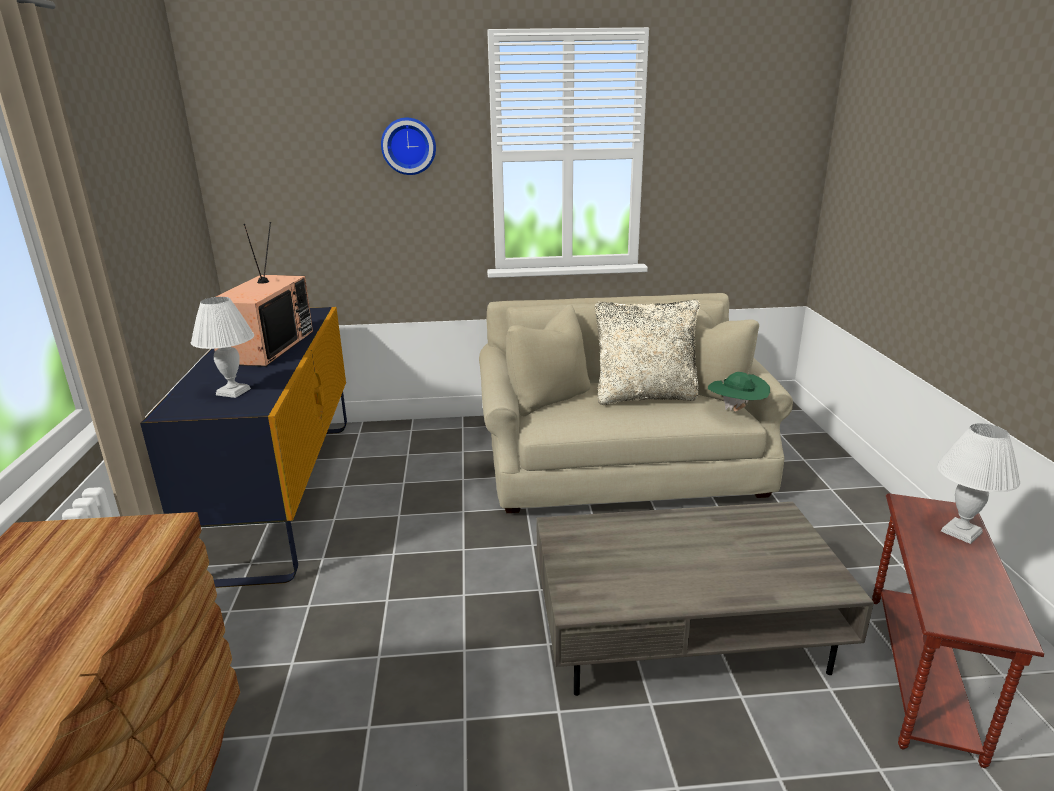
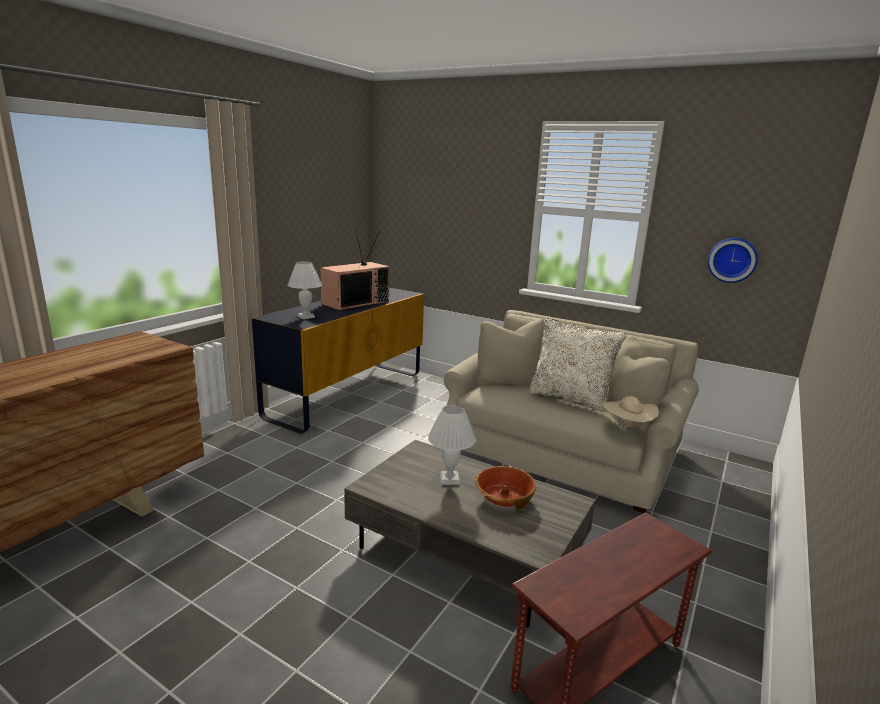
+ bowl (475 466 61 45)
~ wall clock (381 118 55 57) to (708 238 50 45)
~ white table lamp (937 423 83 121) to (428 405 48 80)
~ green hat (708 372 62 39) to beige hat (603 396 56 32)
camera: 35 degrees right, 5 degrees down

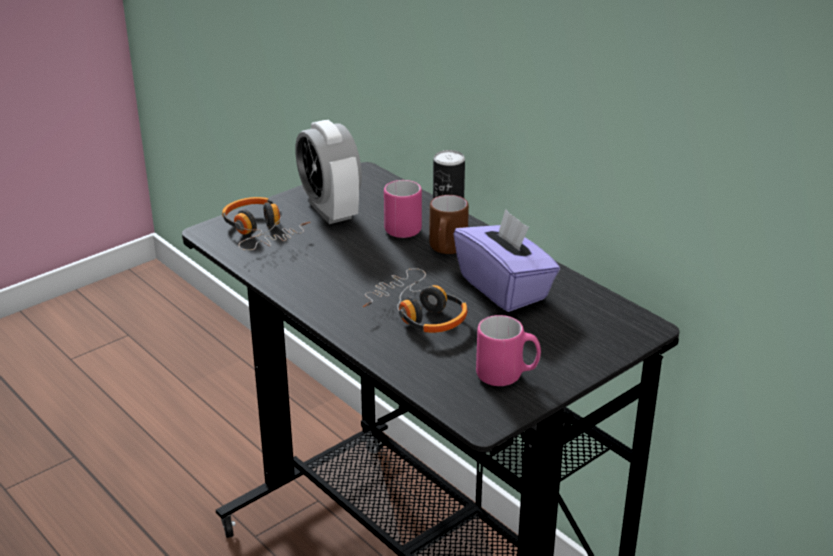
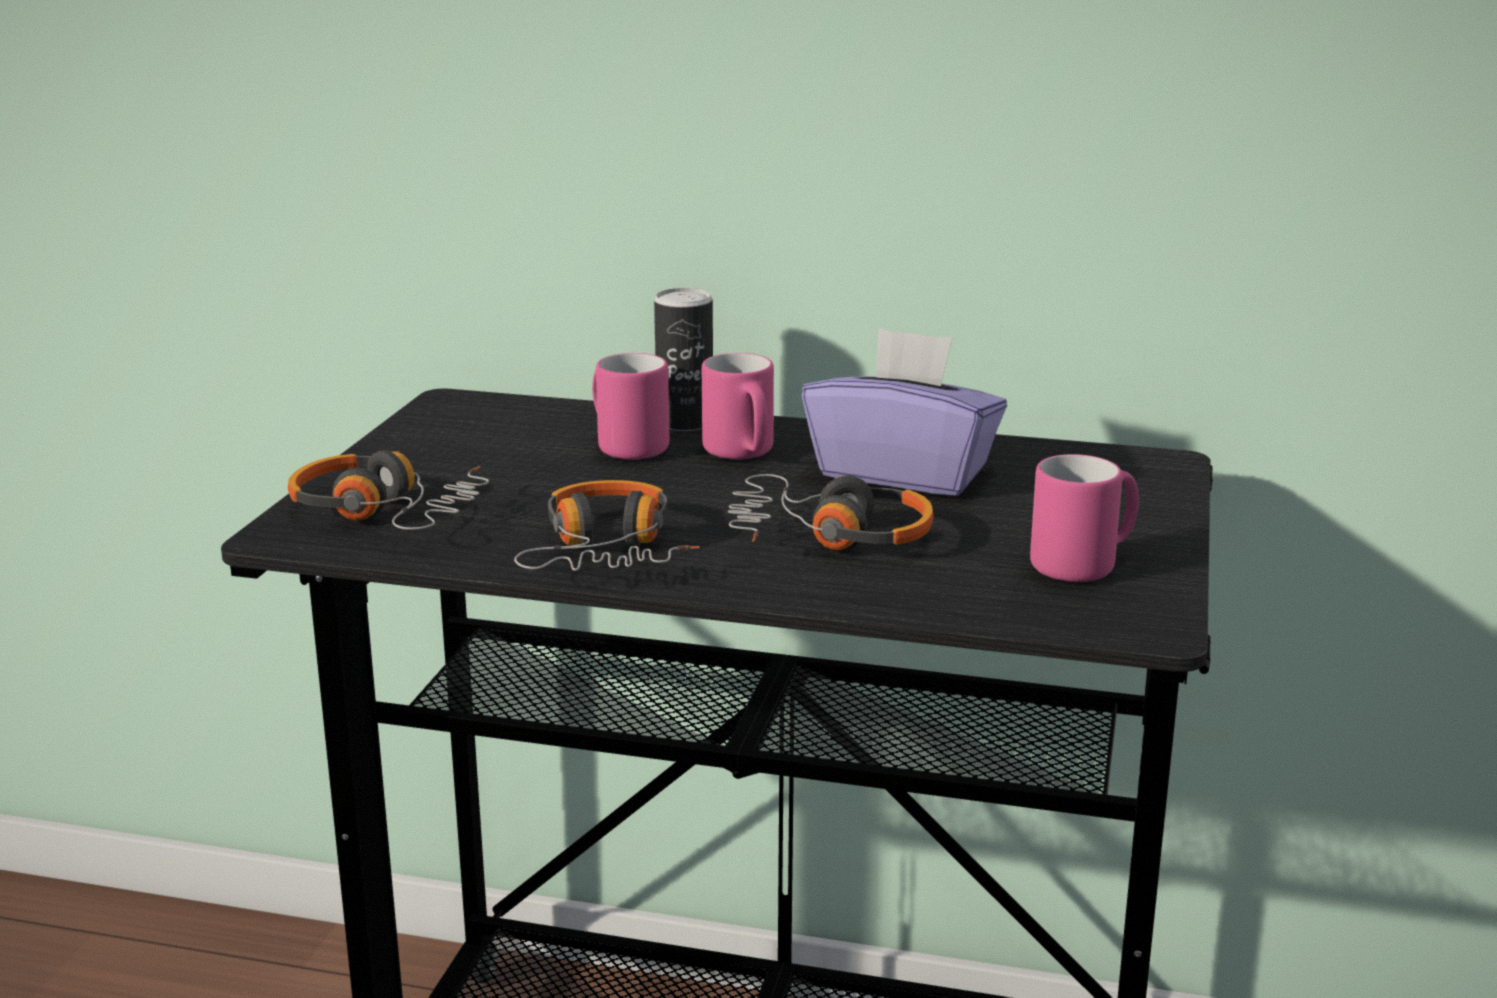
- alarm clock (295 120 67 104)
+ headphones (514 480 186 91)
~ brown mug (429 195 40 59) to pink mug (702 353 72 106)
camera: 35 degrees left, 10 degrees down

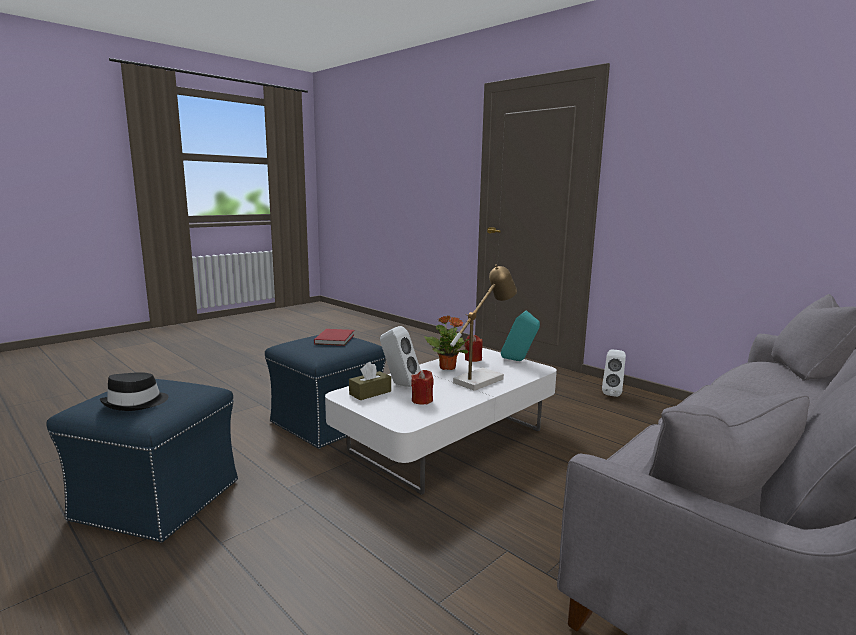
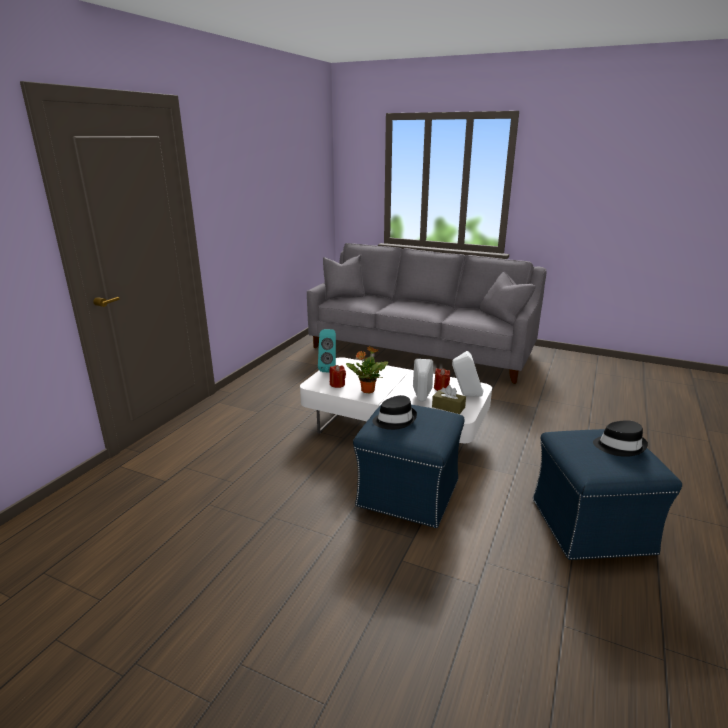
- table lamp (450 265 67 126)
~ white speaker (602 350 24 47) to (452 351 32 46)
~ red book (314 329 41 17) to black hat (372 395 45 35)
camera: 110 degrees left, 10 degrees up

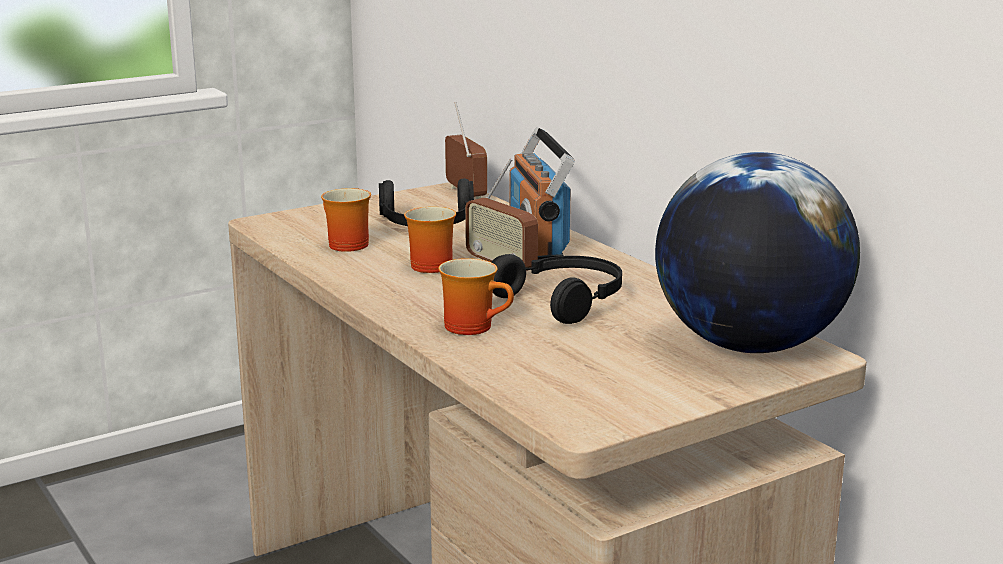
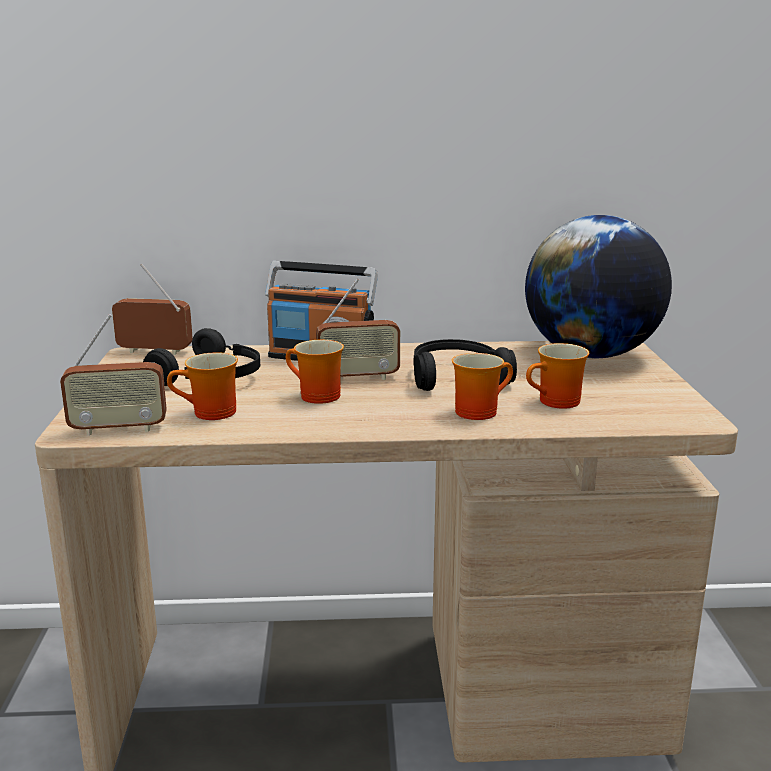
+ radio (60 314 107 122)
+ mug (526 343 63 66)
camera: 60 degrees left, 0 degrees up

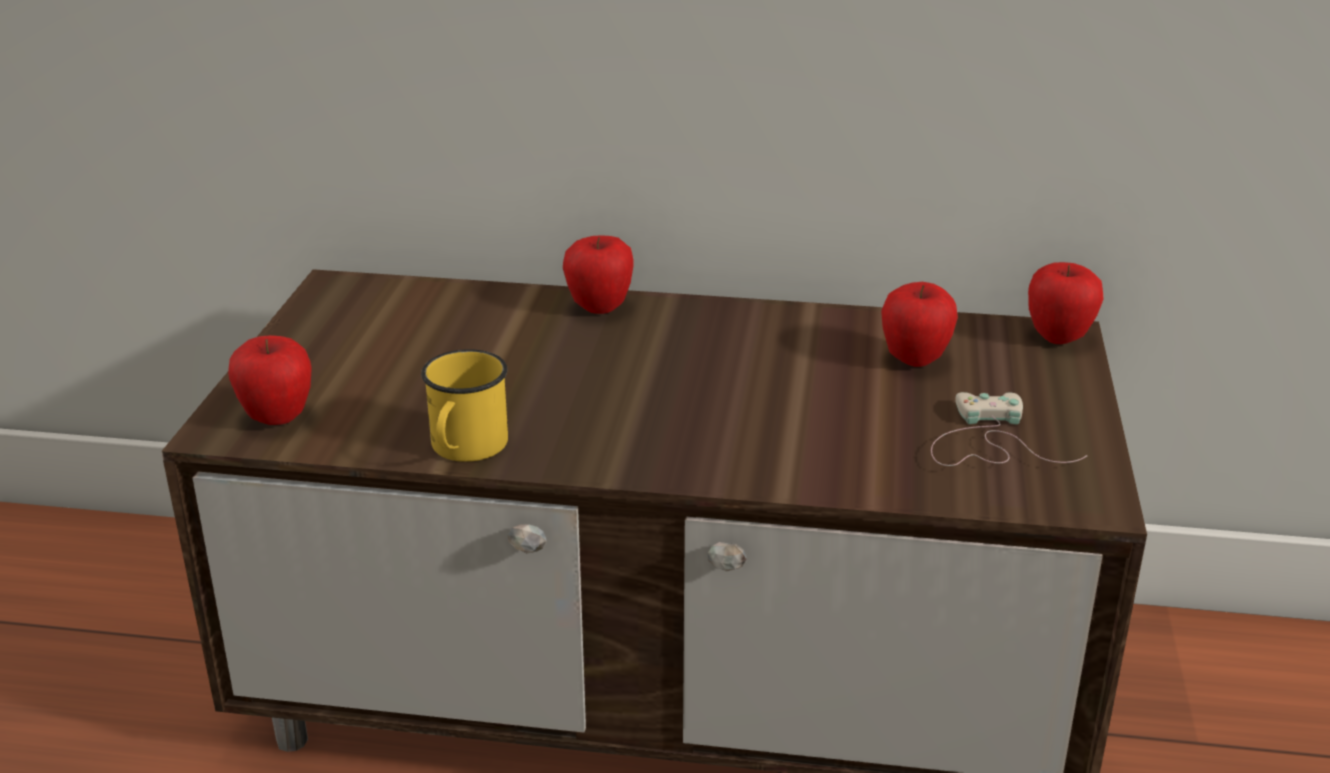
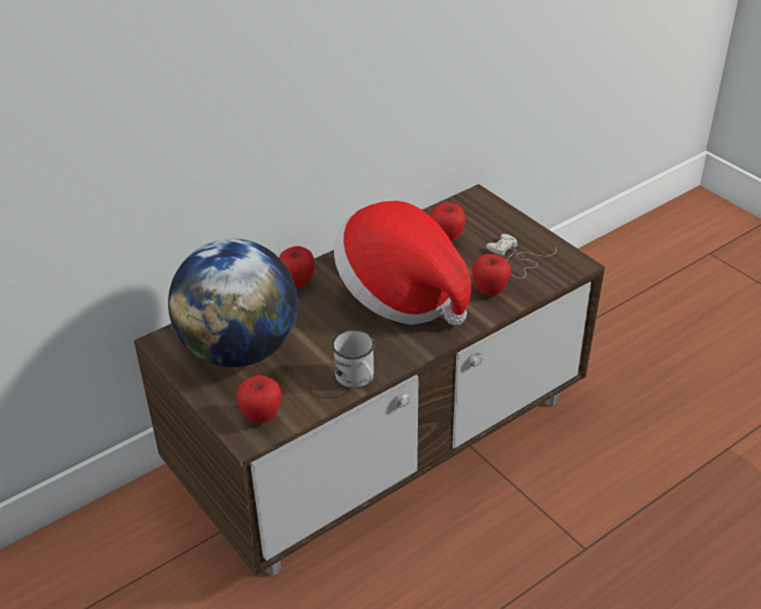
+ globe (168 239 130 128)
+ hat (334 201 137 124)
~ apple (1028 262 76 82) to (471 254 40 42)
~ yellow mug (421 349 87 113) to white mug (332 330 43 58)
camera: 45 degrees left, 10 degrees up

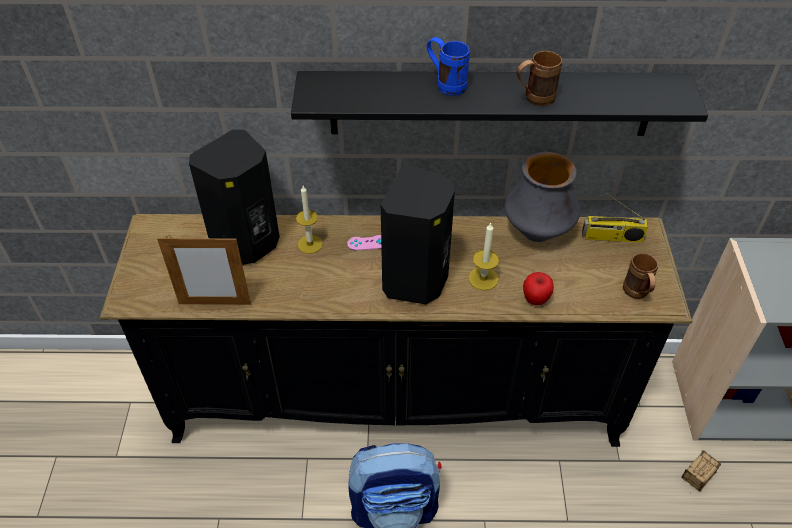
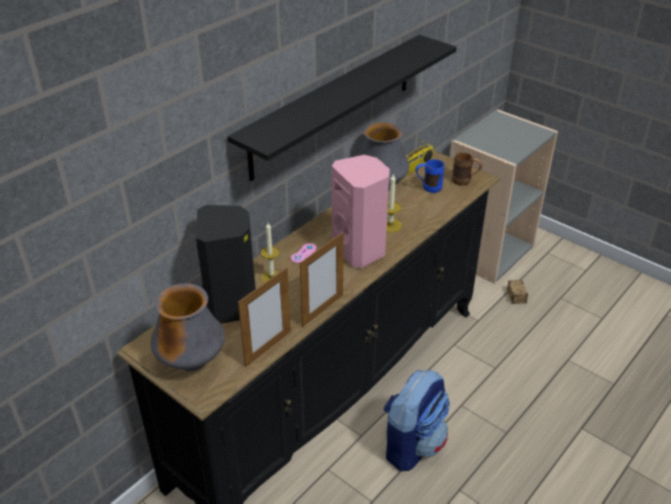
- brown mug (517 51 45 55)
- apple (523 272 31 33)
+ vase (150 283 75 88)
+ picture frame (300 232 44 95)
~ blue mug (427 37 43 59) to (416 159 29 34)
~ black speaker (381 165 74 139) to pink speaker (332 155 58 113)
camera: 50 degrees left, 10 degrees down

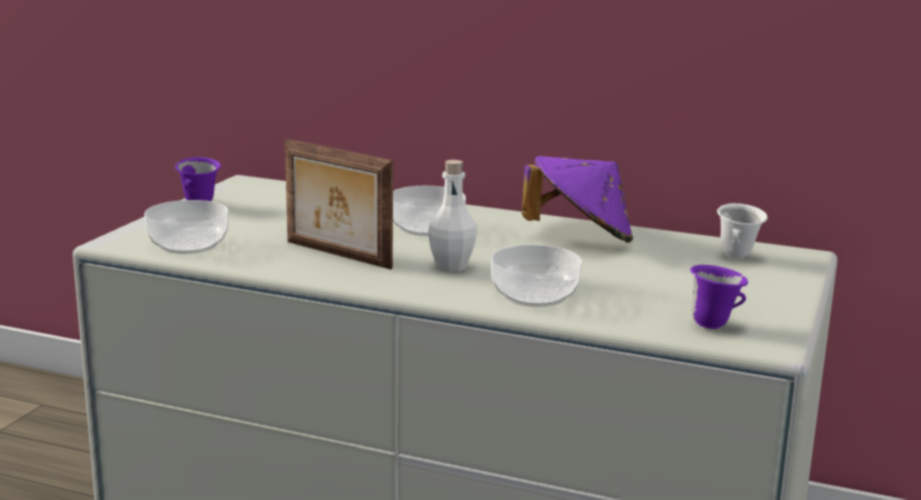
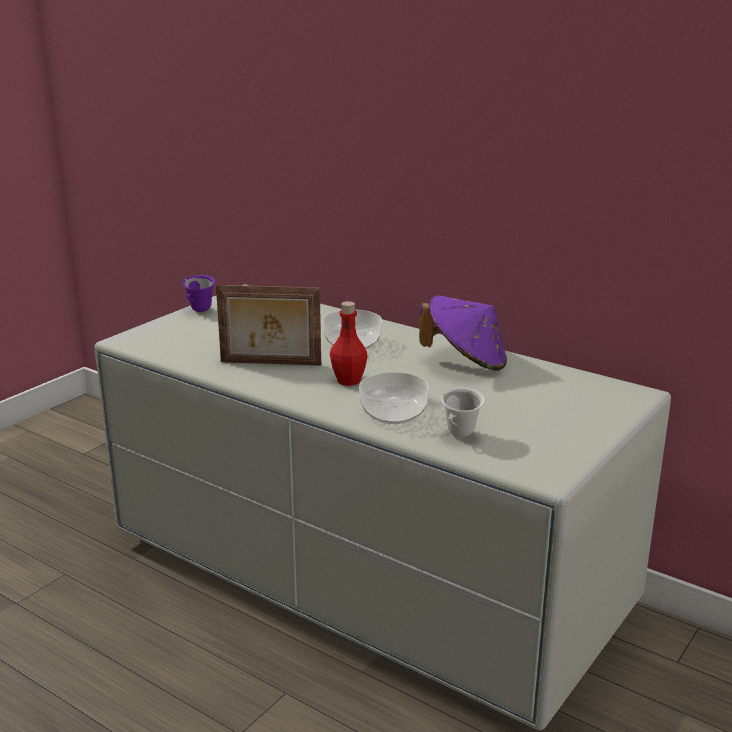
- bowl (144 200 85 54)
- purple mug (690 265 58 64)
~ white mug (717 203 51 56) to (441 387 44 50)
~ white bottle (428 160 49 112) to red bottle (330 301 37 85)
~ picture frame (285 139 108 130) = (216 285 105 80) 45 degrees counterclockwise
camera: 15 degrees right, 5 degrees up

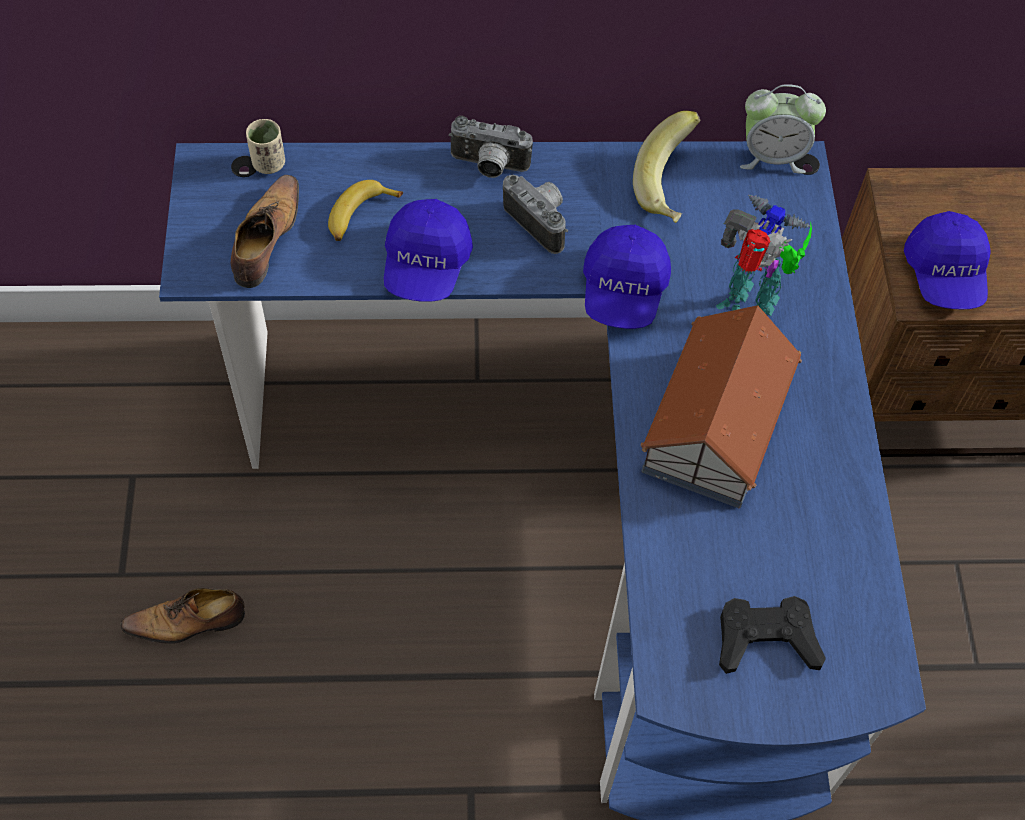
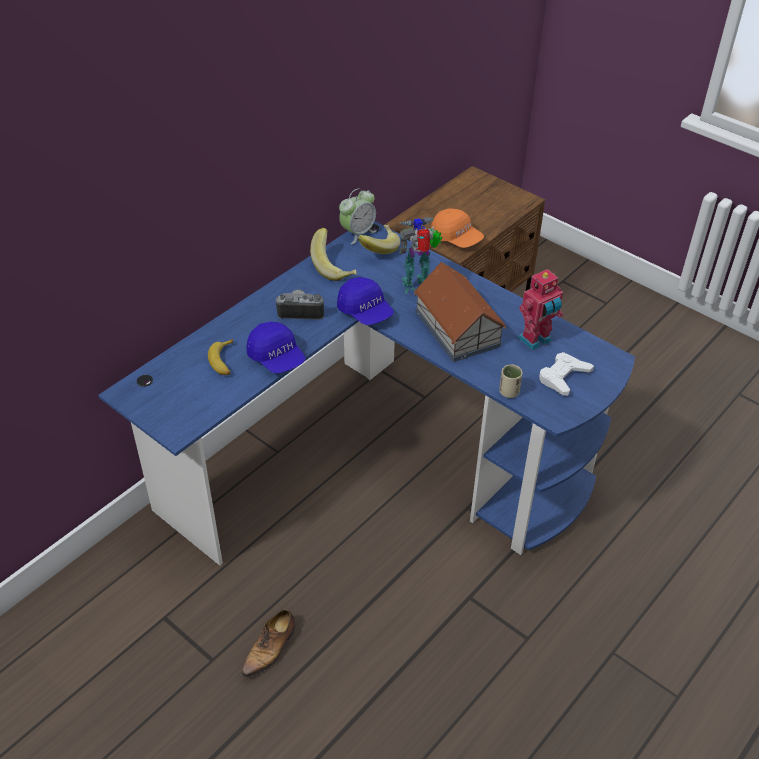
- shoe (231 175 68 113)
- photo camera (449 116 84 62)
+ banana (357 225 43 29)
+ toy robot (518 269 45 82)
~ beige cup (246 119 39 55) to (499 364 24 34)
~ black game controller (719 596 107 78) to white game controller (539 352 55 44)
~ blue cap (904 211 87 98) to orange cap (431 209 53 39)
camera: 45 degrees left, 15 degrees down

